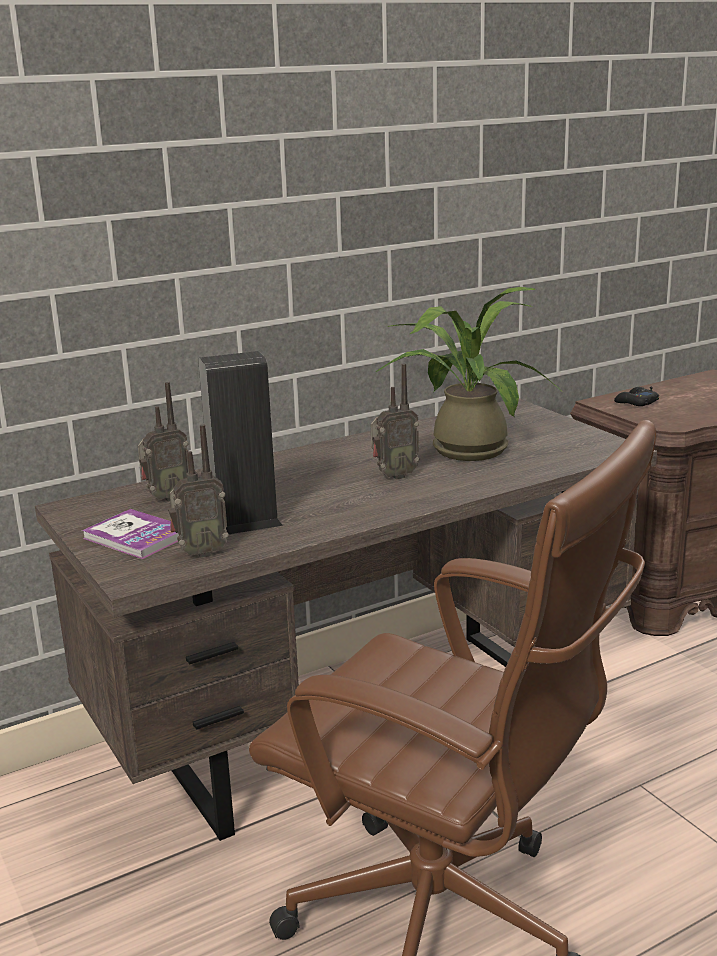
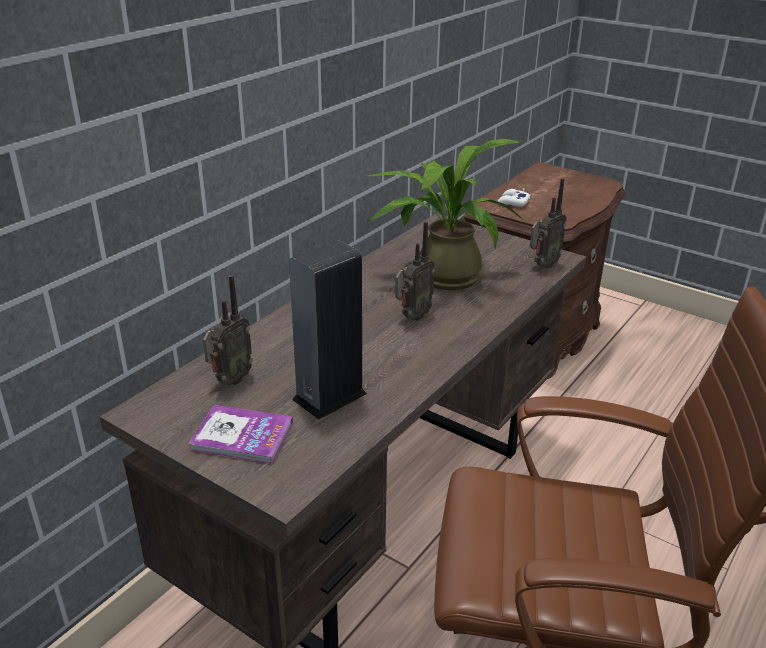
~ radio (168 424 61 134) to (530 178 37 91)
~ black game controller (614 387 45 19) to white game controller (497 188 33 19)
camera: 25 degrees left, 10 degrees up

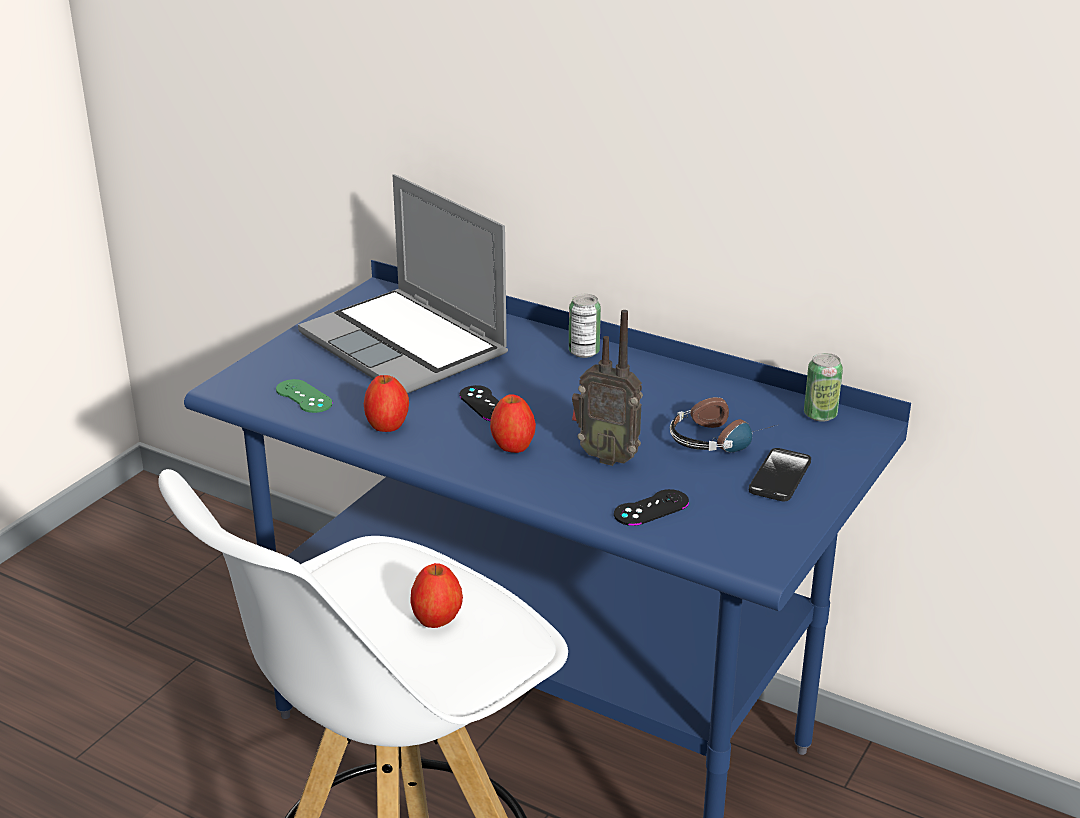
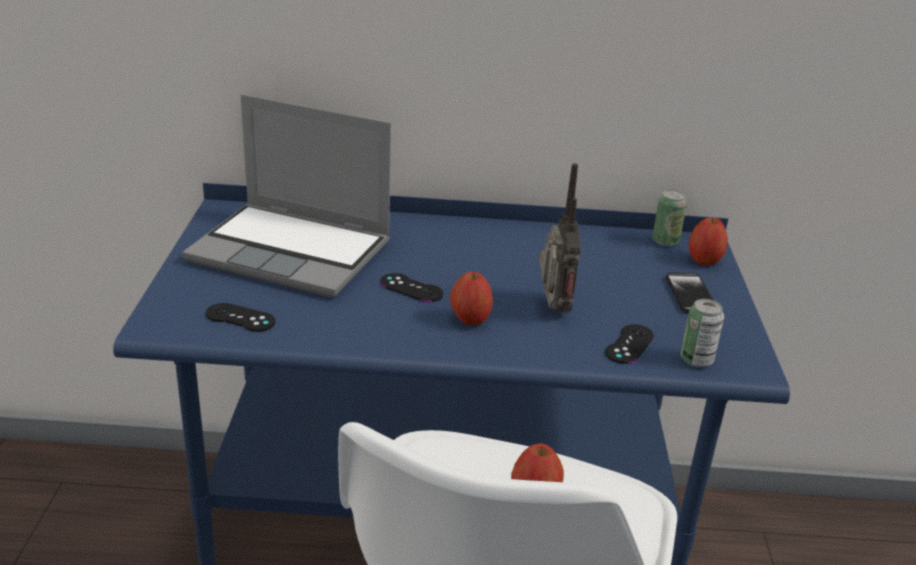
- headphones (670 397 111 55)
~ apple (364 375 45 57) to (688 218 40 47)
~ can (569 294 32 64) to (680 299 44 68)
~ green game controller (276 379 57 34) to black game controller (206 303 70 29)
~ radio (572 310 71 156) = (539 163 42 150) 90 degrees counterclockwise
camera: 30 degrees left, 0 degrees up

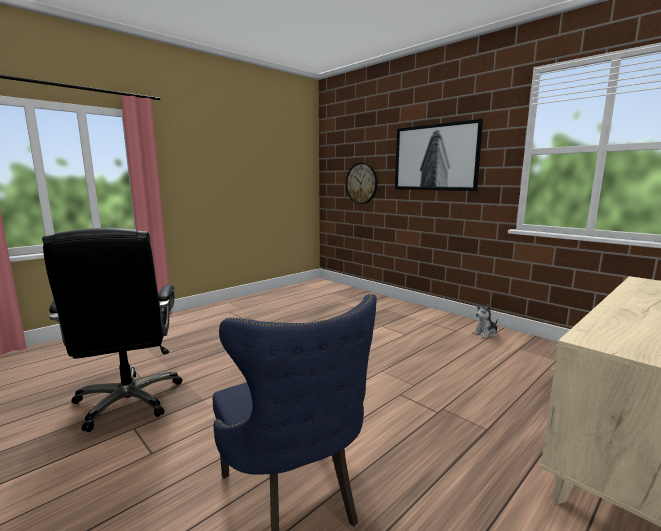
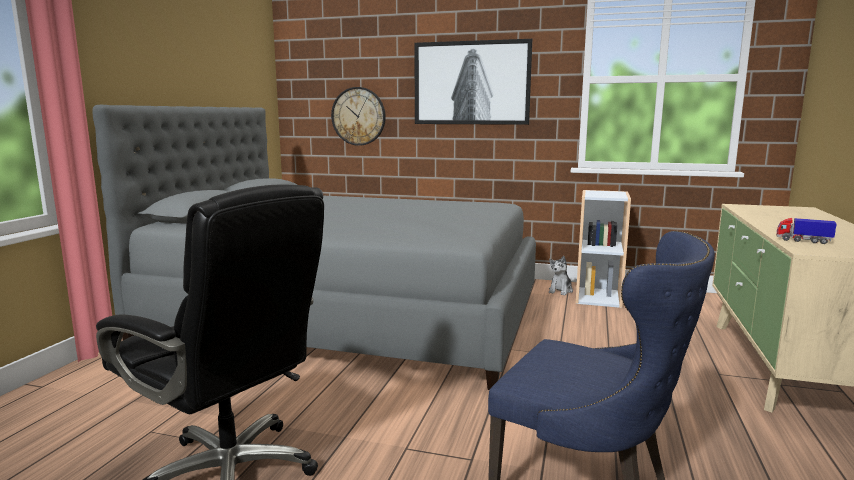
+ grey bed (92 105 444 285)
+ bookcase (576 190 55 118)
+ toy truck (776 218 61 26)
camera: 30 degrees left, 0 degrees up

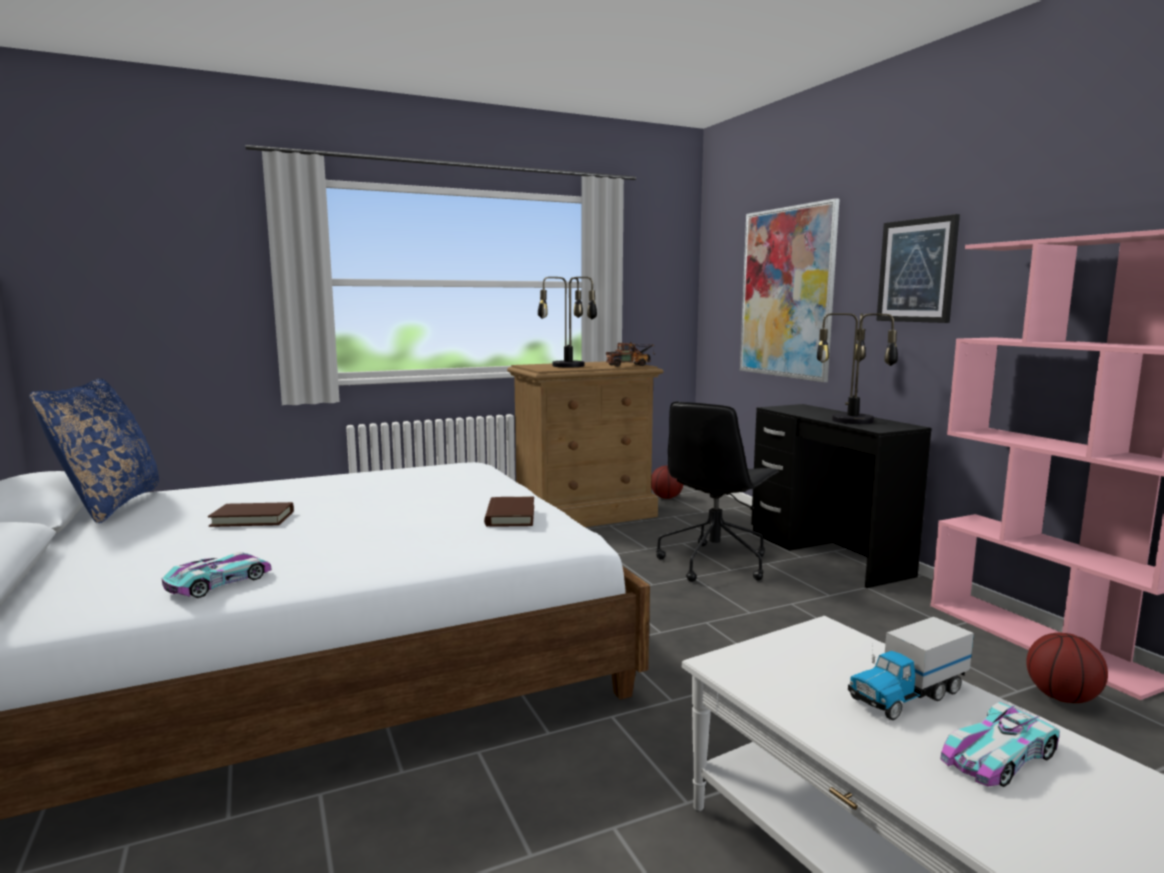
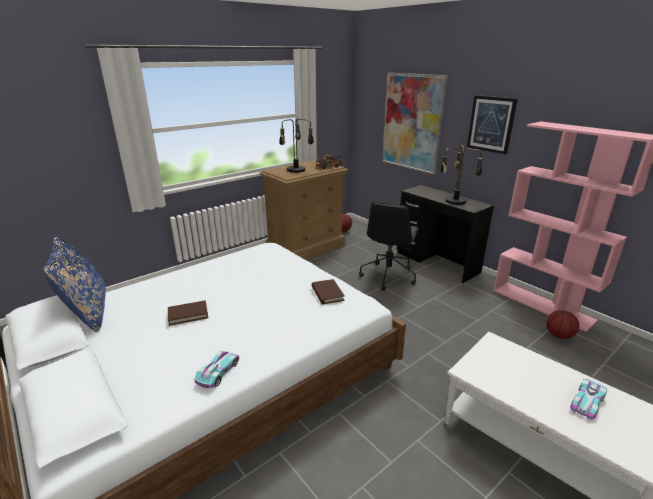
- toy truck (848 617 126 103)
camera: 15 degrees left, 15 degrees up

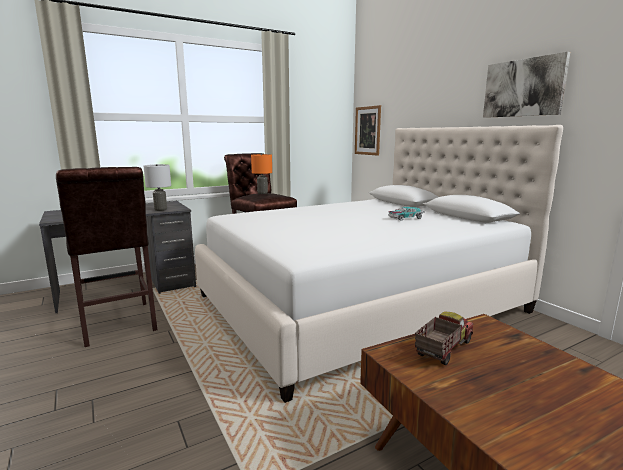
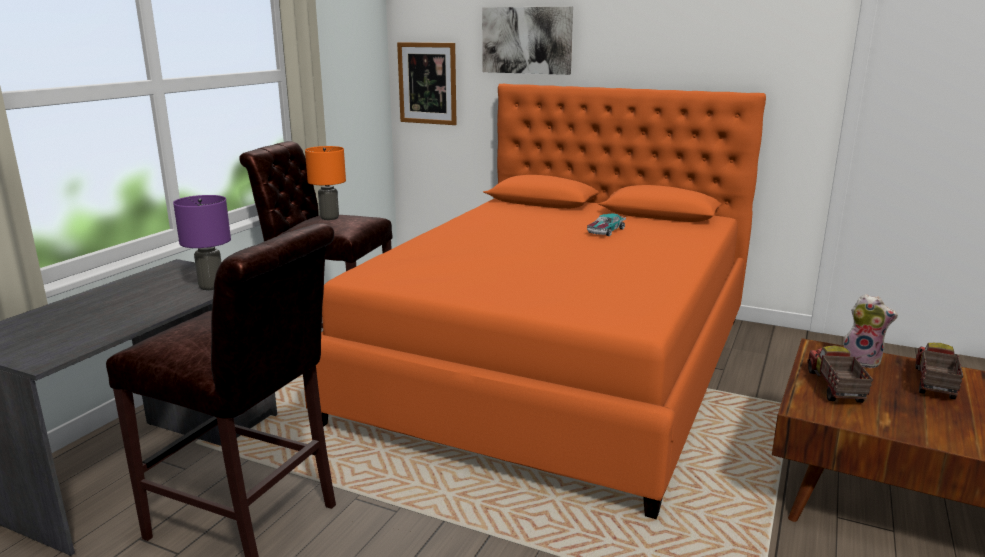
+ plush toy (844 294 54 75)
+ toy truck (915 343 48 56)
~ picture (483 52 87 66) to (482 7 91 68)
~ white table lamp (143 164 28 47) to purple table lamp (173 195 58 95)
~ white bed (195 125 368 278) to orange bed (304 84 462 435)
camera: 35 degrees left, 5 degrees up

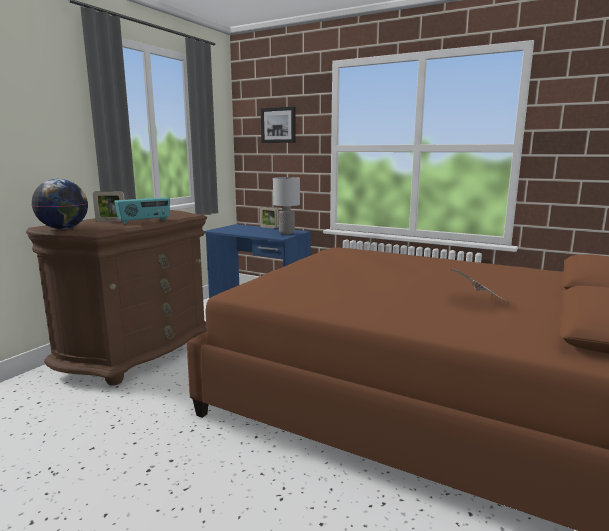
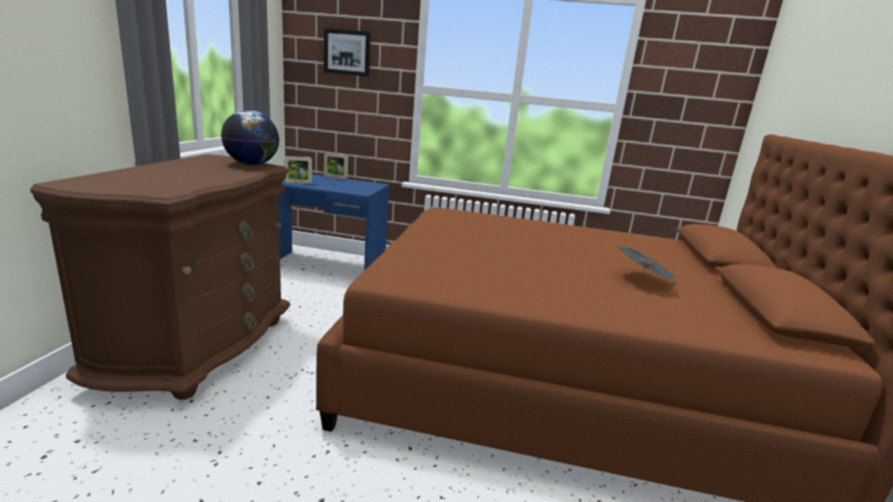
- radio (114 197 56 27)
- grey table lamp (273 177 27 58)
~ globe (32 179 56 50) to (221 110 58 55)
~ picture frame (93 191 32 30) to (284 156 28 28)
camera: 20 degrees left, 5 degrees up

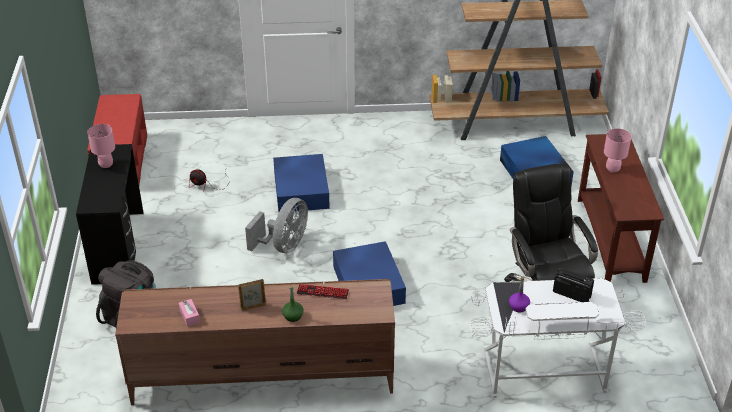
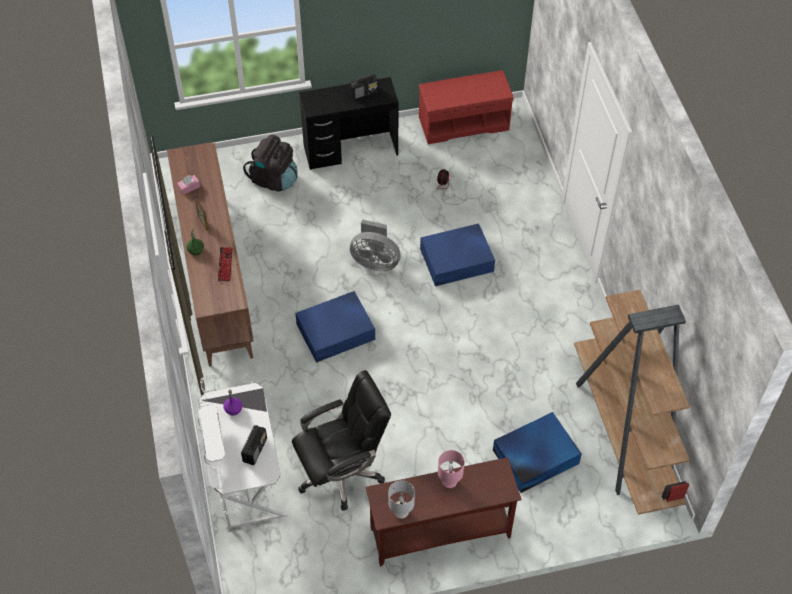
+ grey table lamp (388 480 27 39)
~ pink table lamp (87 124 28 44) to radio (349 74 30 26)
camera: 80 degrees right, 15 degrees up

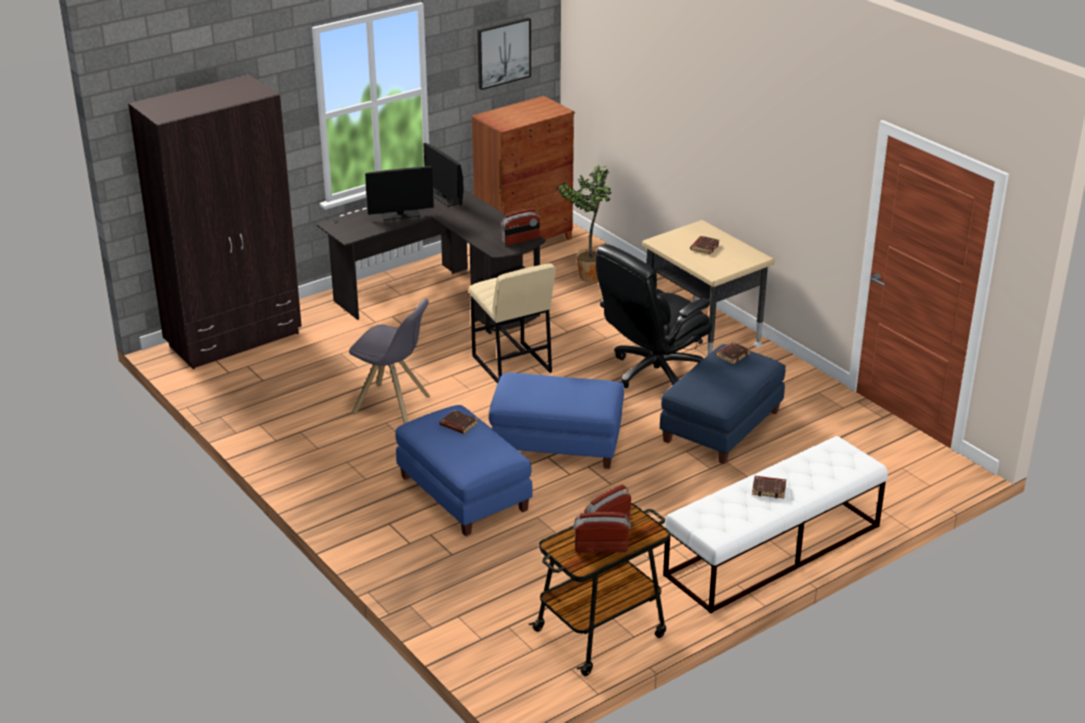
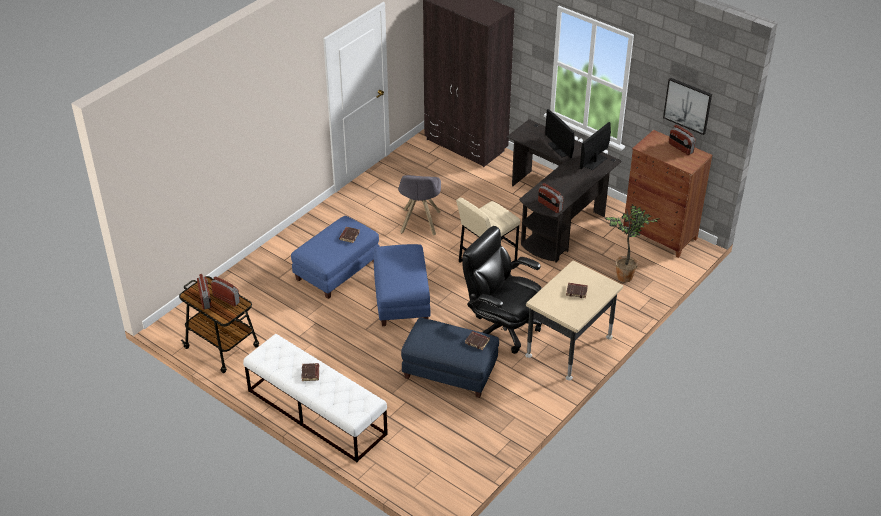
+ radio (669 125 27 30)
camera: 75 degrees right, 10 degrees up

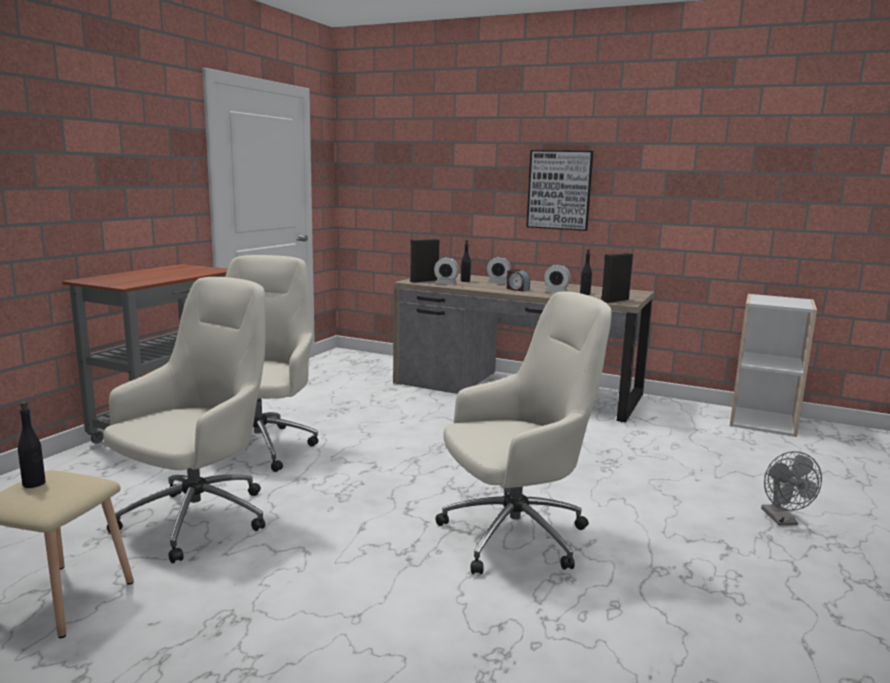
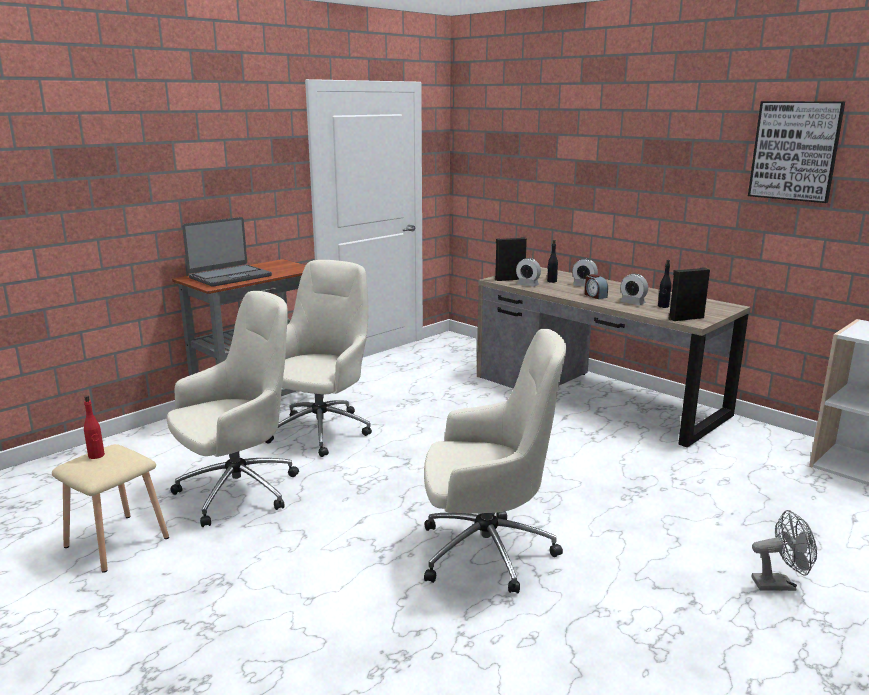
+ laptop (182 217 90 70)
~ picture (526 150 67 81) to (748 101 97 102)
~ black bottle (18 401 28 87) to red bottle (84 395 21 64)
~ grey fan (761 451 61 74) = (751 510 66 81) 105 degrees counterclockwise
camera: 20 degrees right, 5 degrees up

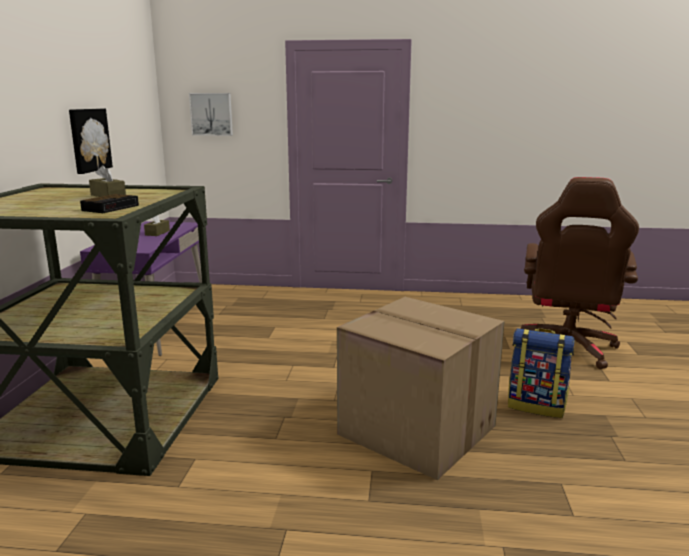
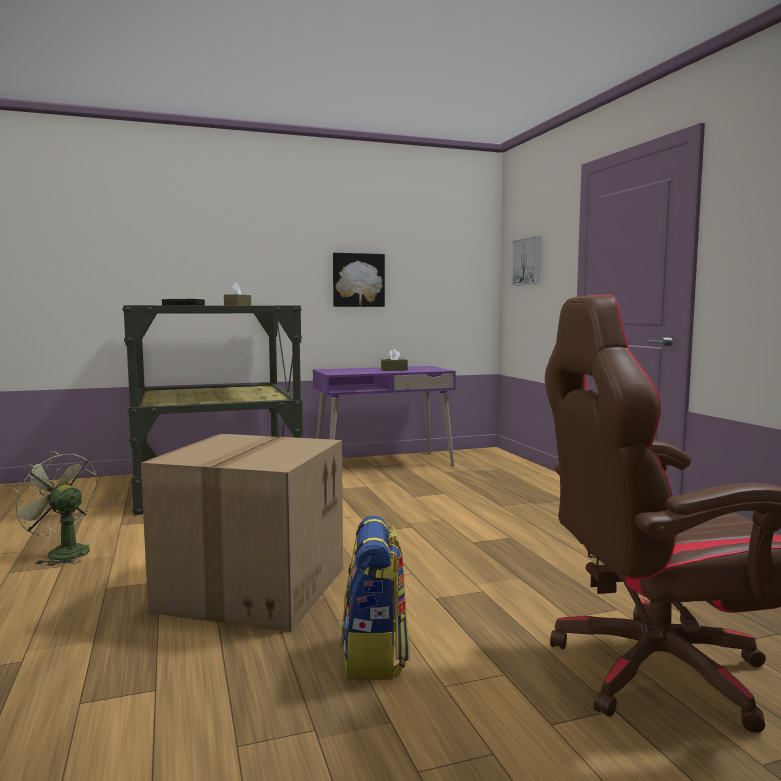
+ green fan (10 451 87 115)
camera: 65 degrees right, 10 degrees down

